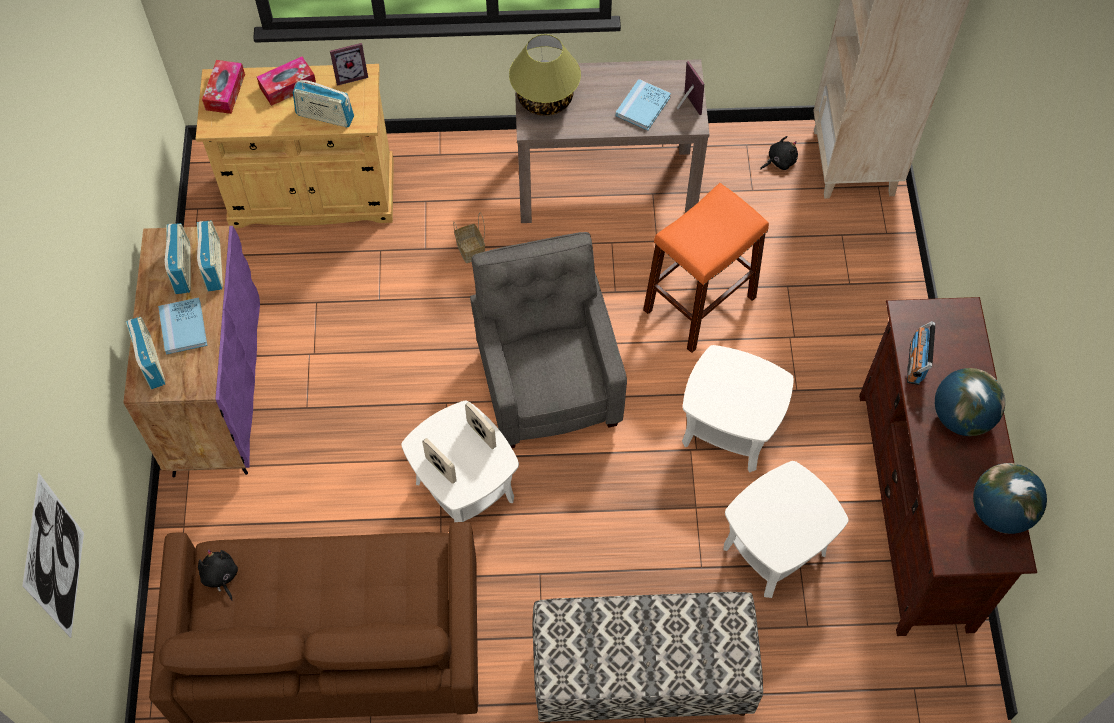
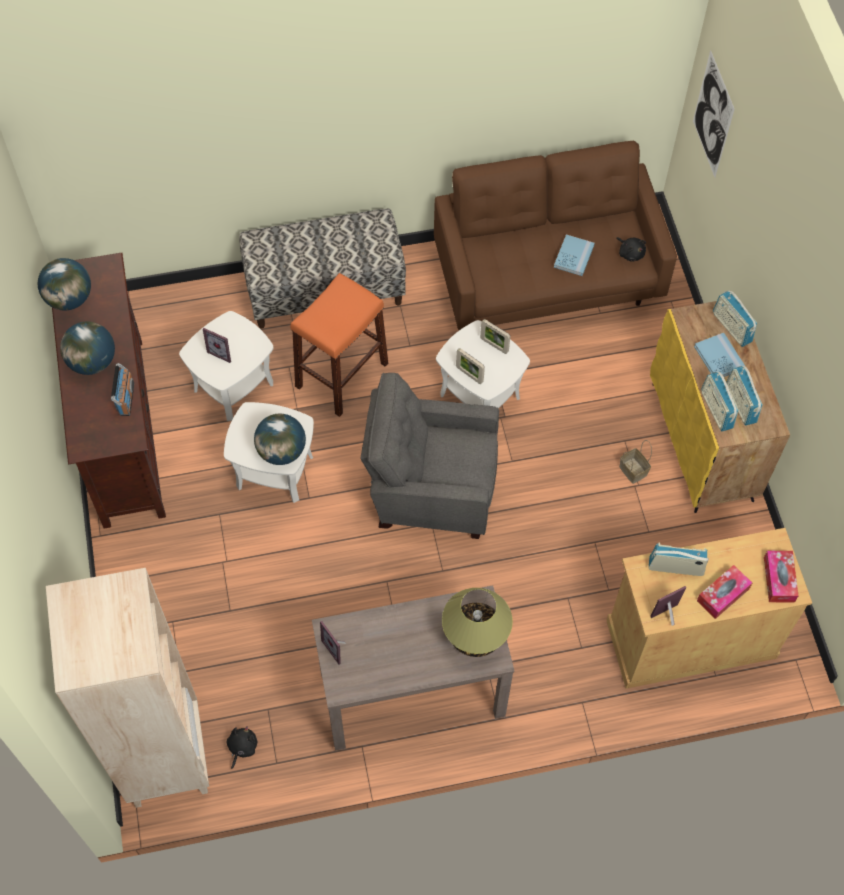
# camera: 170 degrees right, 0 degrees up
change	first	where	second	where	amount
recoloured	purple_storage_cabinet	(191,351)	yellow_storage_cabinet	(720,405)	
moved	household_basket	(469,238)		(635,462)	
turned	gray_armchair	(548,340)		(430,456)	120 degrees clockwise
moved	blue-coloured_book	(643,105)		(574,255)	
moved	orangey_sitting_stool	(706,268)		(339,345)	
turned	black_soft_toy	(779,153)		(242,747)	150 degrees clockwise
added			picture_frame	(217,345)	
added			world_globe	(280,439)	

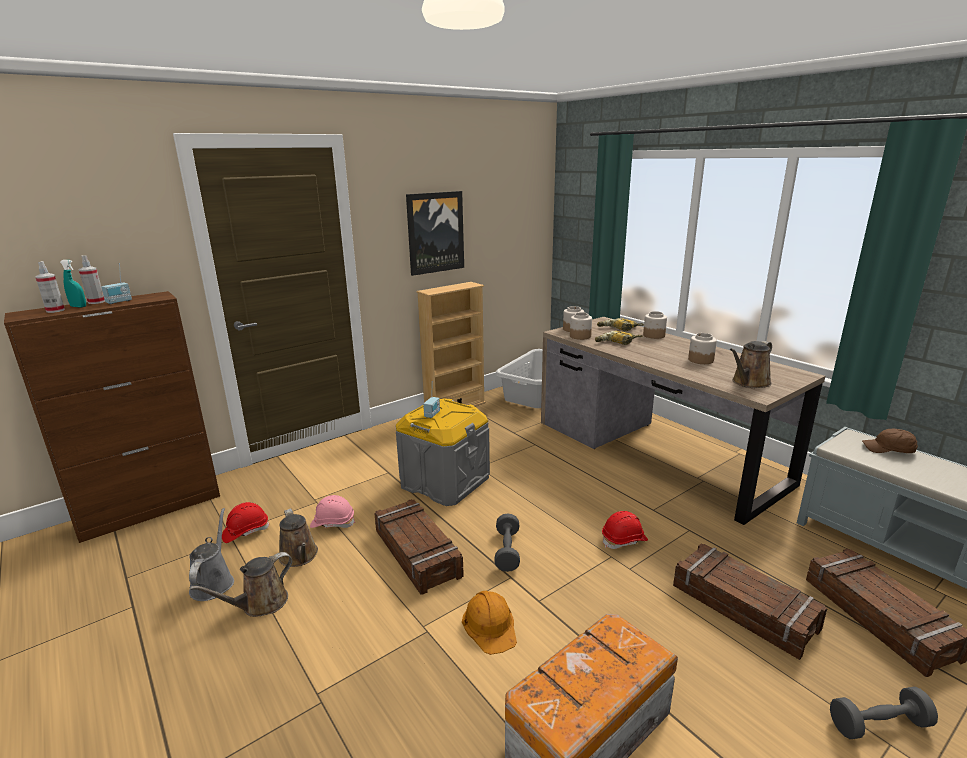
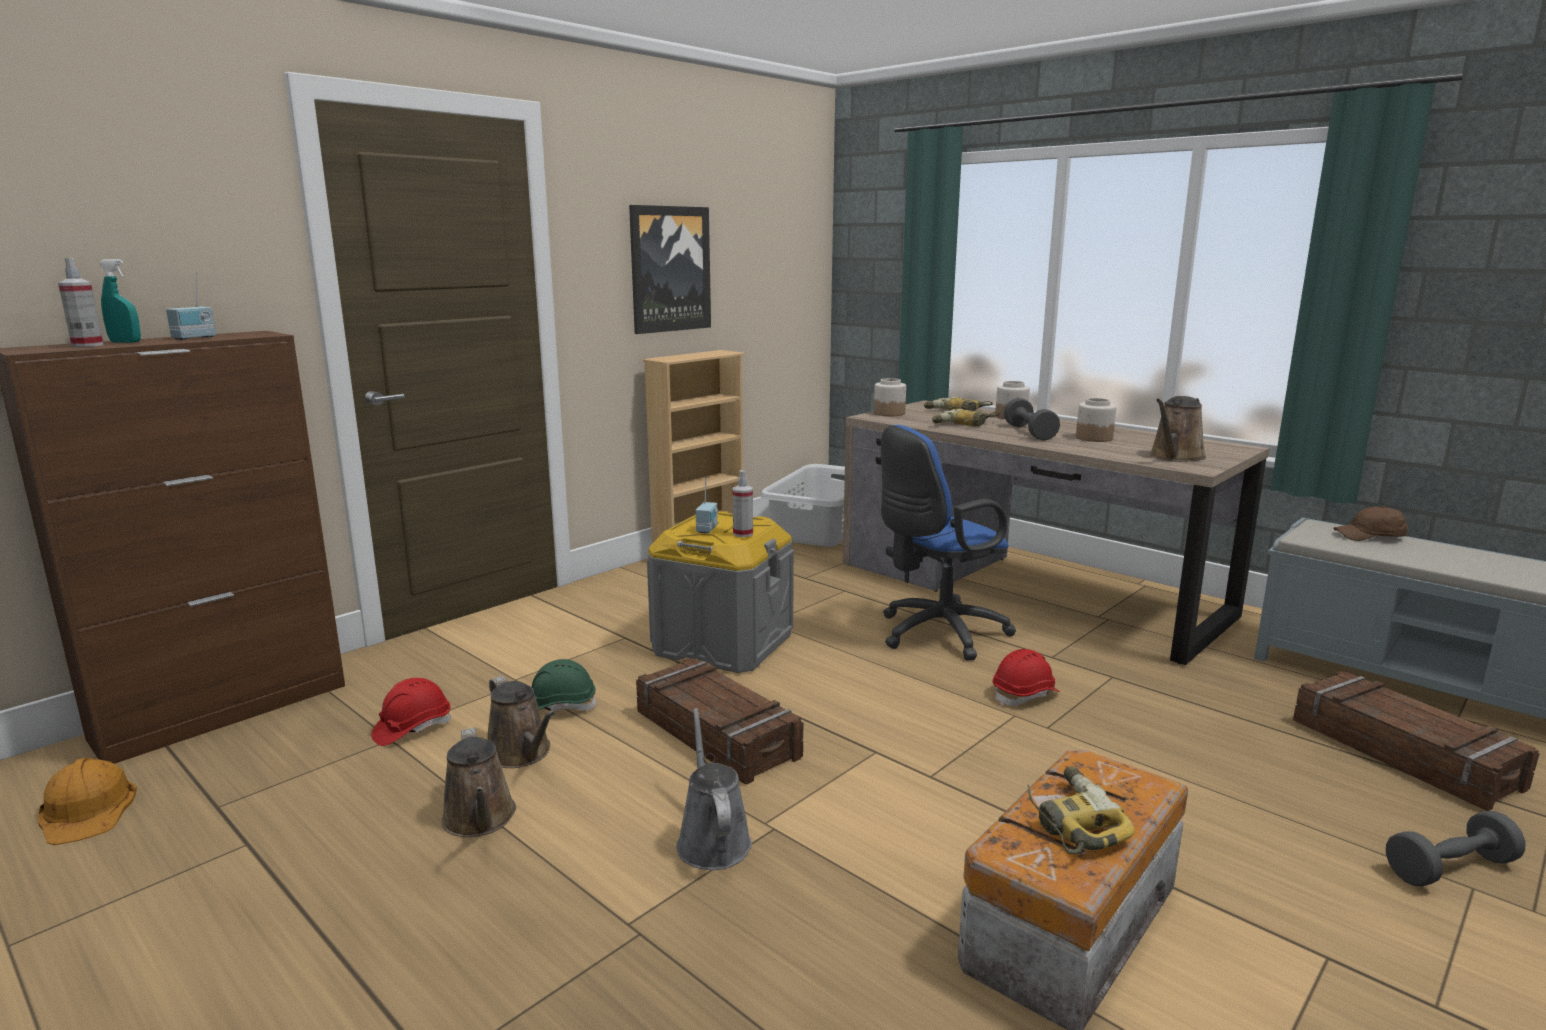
# camera: 10 degrees left, 5 degrees down
change	first	where	second	where	amount
moved	spray_bottle	(92,279)		(743,503)	
moved	gray_watering_can	(211,554)		(714,789)	
turned	brown-coloured_watering_can	(241,584)		(478,782)	60 degrees counterclockwise
recoloured	pink_hard_hat	(333,511)	green_hard_hat	(565,685)	
moved	orangey_hard_hat	(489,622)		(87,801)	
moved	gray_free_weight	(507,542)		(1032,419)	
removed	preserve_jar	(581,326)			
removed	packing_crate	(750,602)			
added			blue-coloured_office_chair	(948,543)	
added			drill	(1081,810)	

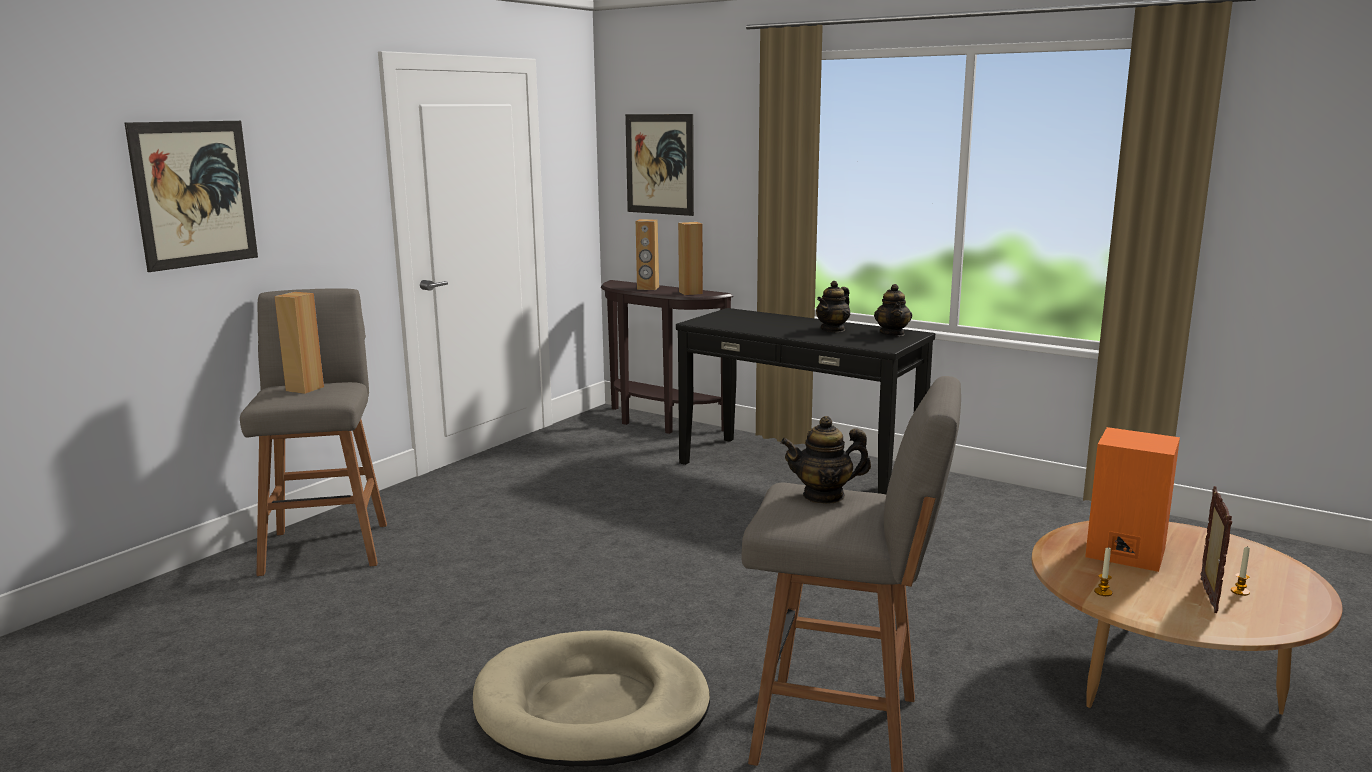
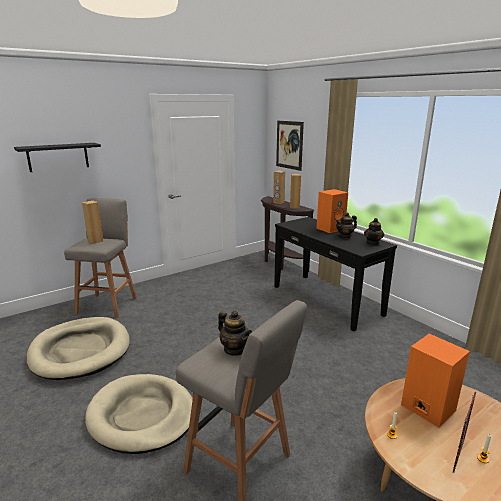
# camera: 20 degrees right, 5 degrees up
change	first	where	second	where	amount
replaced	picture	(191,196)	black_wall_shelf	(57,157)	
turned	tea_pot	(825,460)		(235,333)	150 degrees counterclockwise
added			beige-coloured_dog_cushion	(78,348)	
added			orangey_speaker	(332,211)	

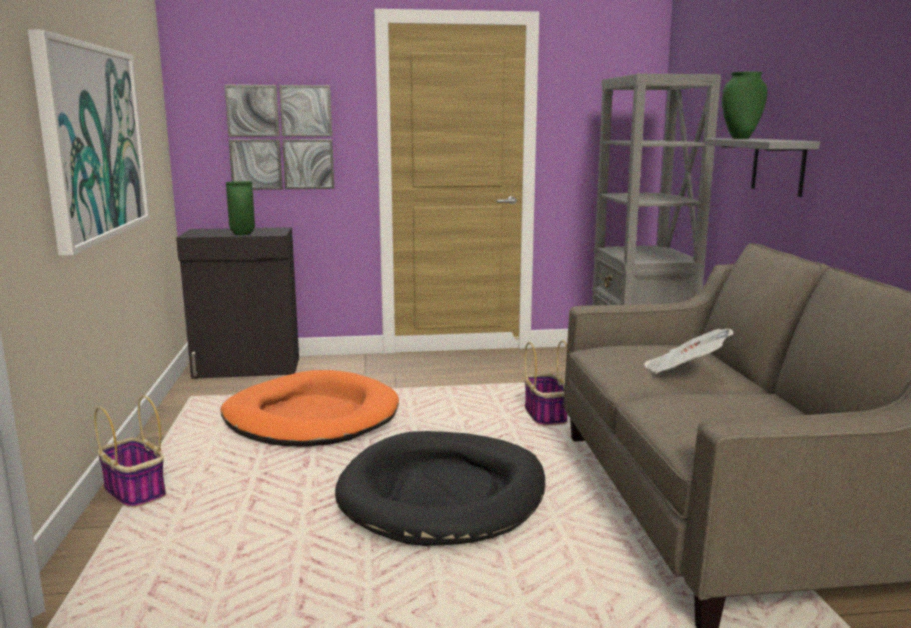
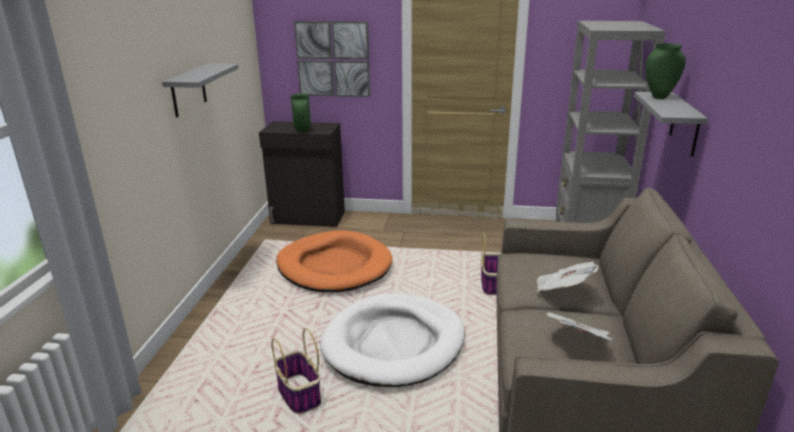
# camera: 15 degrees right, 10 degrees up
change	first	where	second	where	amount
replaced	picture	(89,142)	gray_wall_shelf	(200,90)	
moved	household_basket	(130,452)		(296,371)	
recoloured	black_dog_cushion	(440,488)	white-coloured_dog_cushion	(392,340)	
added			daily_paper	(579,326)	

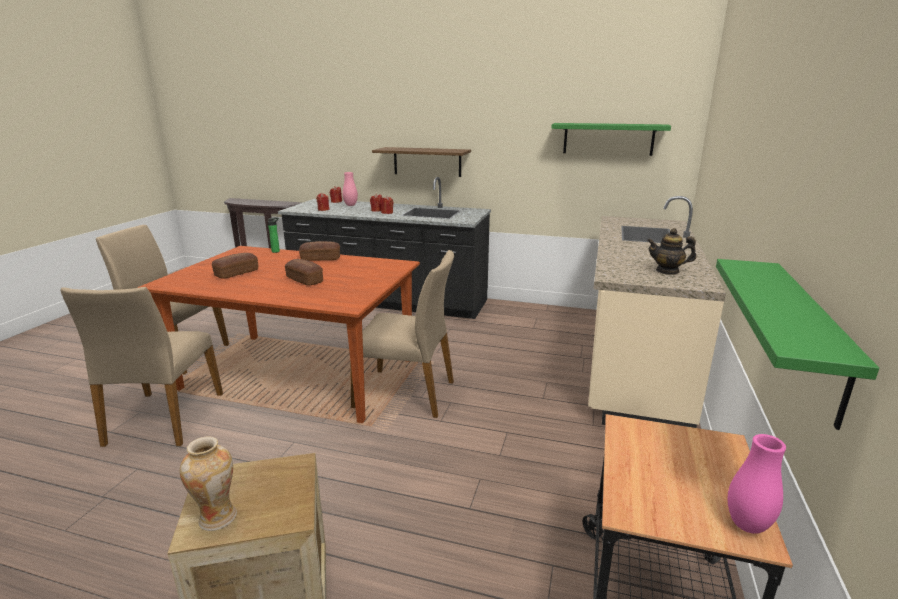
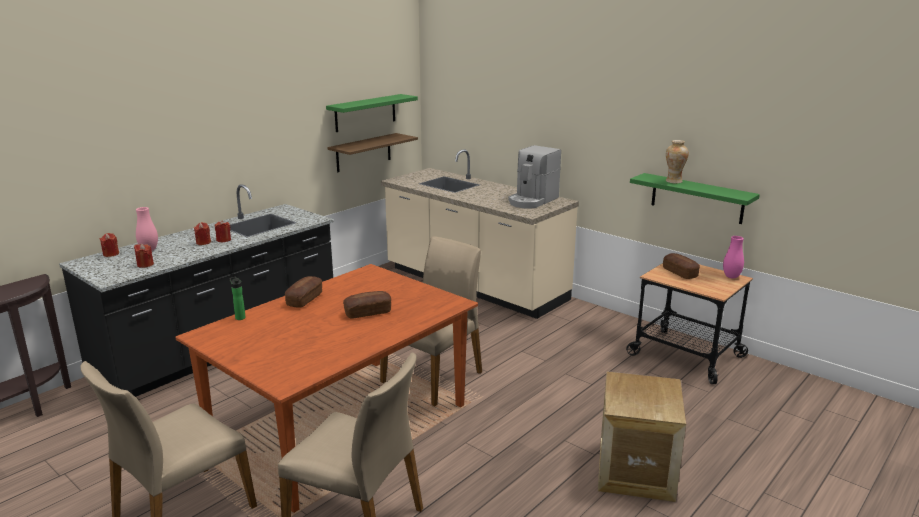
# camera: 65 degrees left, 0 degrees up
change	first	where	second	where	amount
moved	vase	(208,483)		(677,161)	
moved	bread	(235,266)		(681,266)	
moved	wall_shelf	(421,162)		(373,152)	
replaced	tea_pot	(671,251)	coffee_brewer	(535,176)	

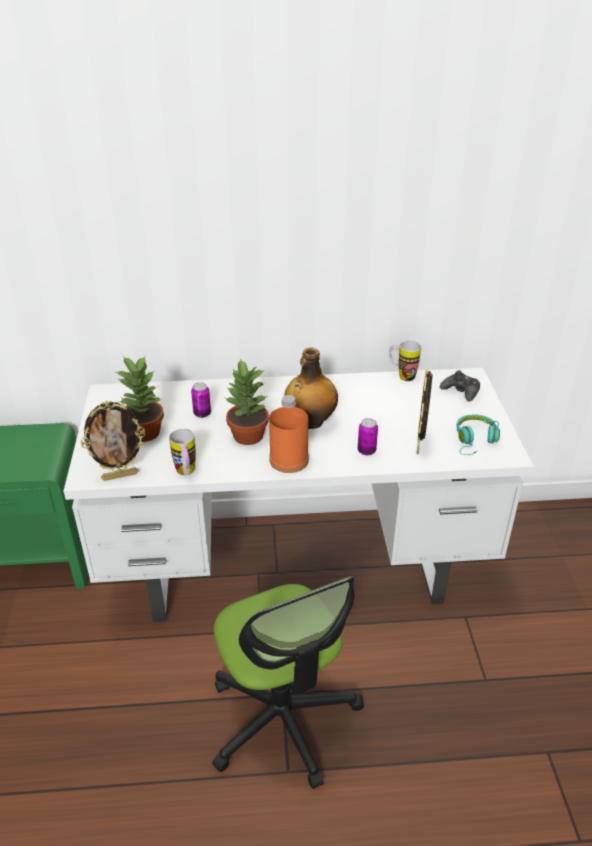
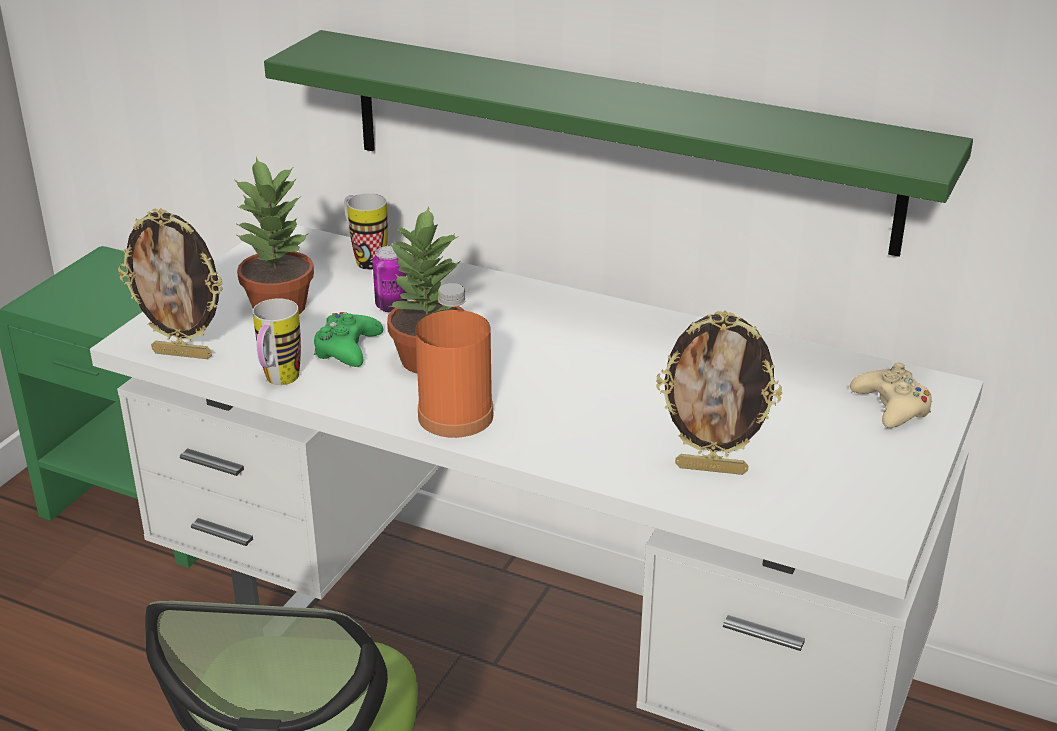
# camera: 30 degrees right, 5 degrees down
change	first	where	second	where	amount
removed	drink_bottle	(311,388)			
removed	can	(368,436)			
moved	mug	(405,361)		(366,231)	
turned	picture_frame	(425,411)		(719,392)	120 degrees counterclockwise
recoloured	black_gamepad	(460,386)	beige-coloured_gamepad	(891,395)	
removed	turquoise-coloured_pair_of_headphones	(478,435)			
added			green_wall_shelf	(618,143)	
added			green_gamepad	(348,339)	

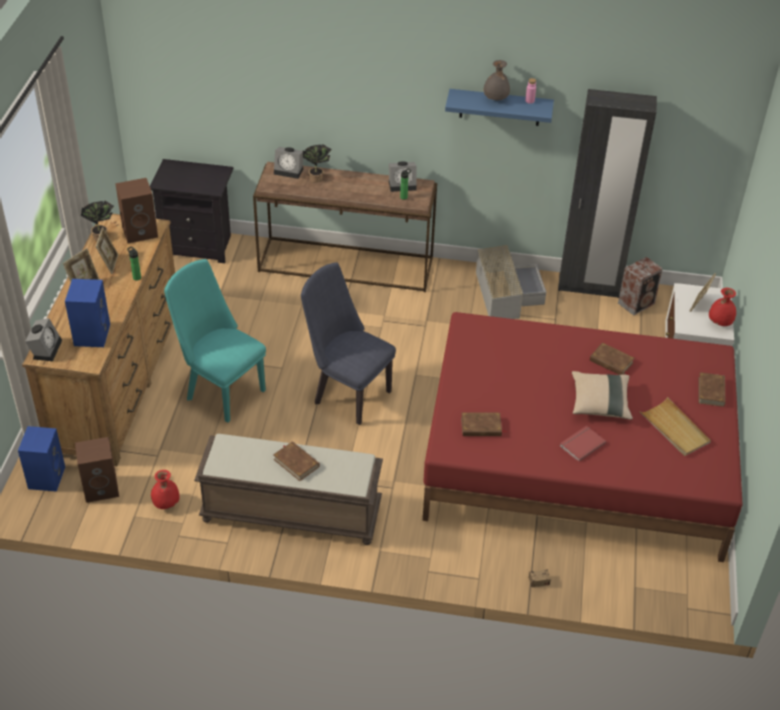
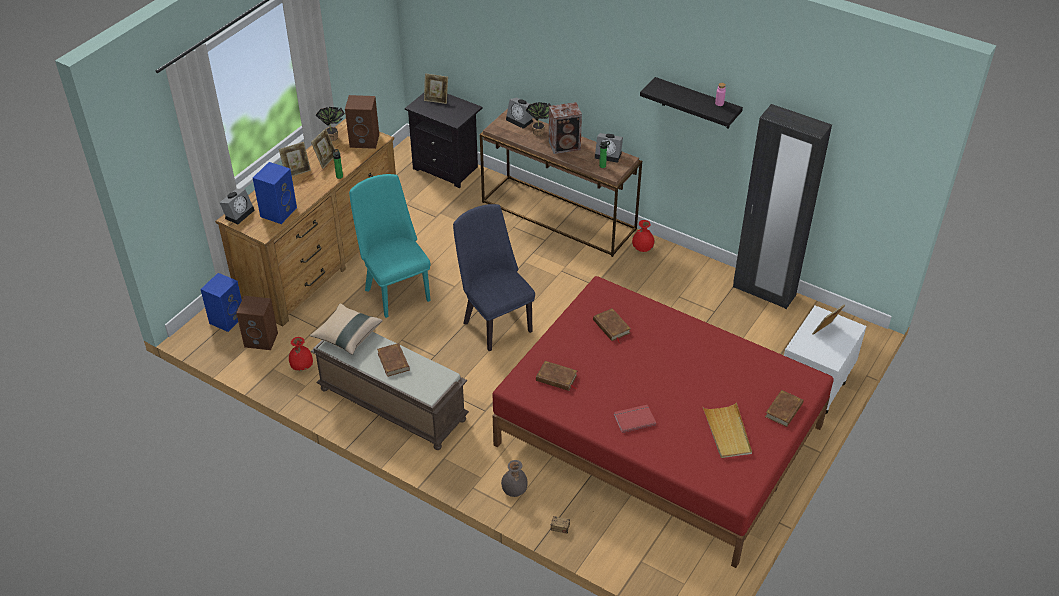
# camera: 25 degrees right, 0 degrees up
change	first	where	second	where	amount
recoloured	blue-coloured_wall_shelf	(499,107)	black_wall_shelf	(691,103)	
removed	gray_storage_container	(511,282)			
moved	gray_vase	(496,80)		(514,478)	
moved	beige-coloured_pillow	(602,395)		(346,329)	
moved	brown-coloured_book	(612,359)		(612,325)	
moved	speaker	(640,286)		(565,128)	
moved	red-coloured_vase	(722,307)		(643,236)	
added			picture_frame	(436,88)	

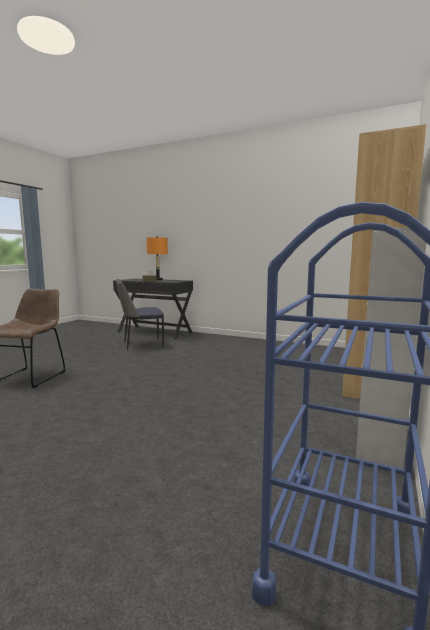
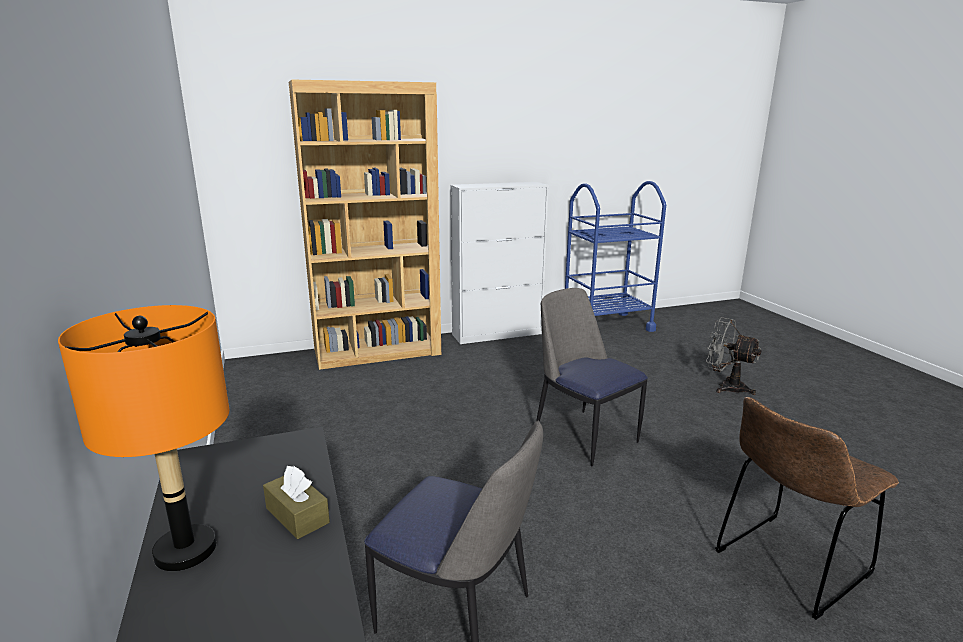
# camera: 135 degrees left, 10 degrees up
change	first	where	second	where	amount
added			plain_chair	(592,377)	
added			gray_cooling_fan	(734,356)	

